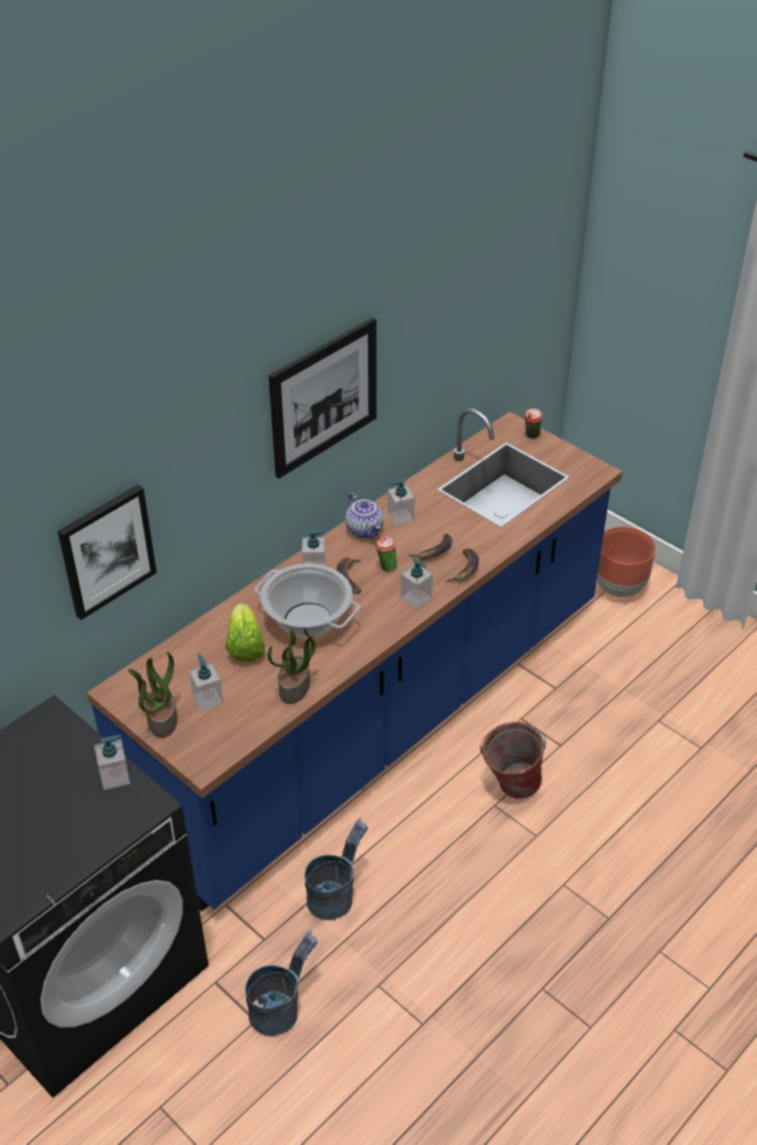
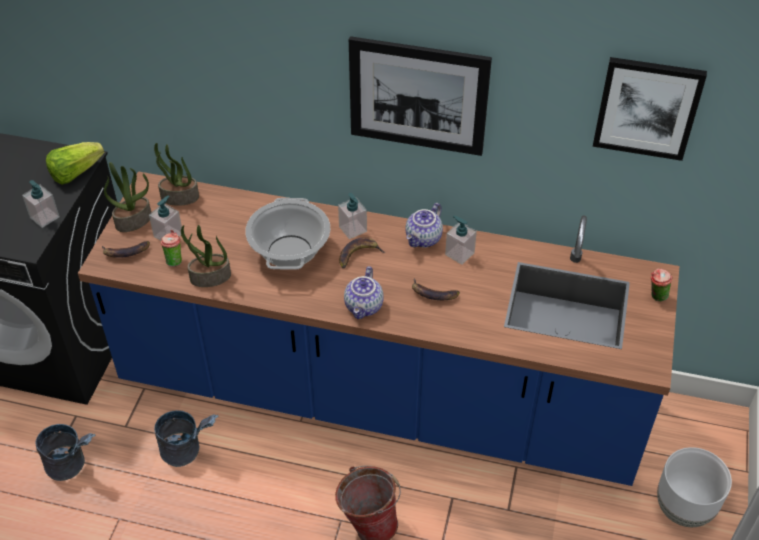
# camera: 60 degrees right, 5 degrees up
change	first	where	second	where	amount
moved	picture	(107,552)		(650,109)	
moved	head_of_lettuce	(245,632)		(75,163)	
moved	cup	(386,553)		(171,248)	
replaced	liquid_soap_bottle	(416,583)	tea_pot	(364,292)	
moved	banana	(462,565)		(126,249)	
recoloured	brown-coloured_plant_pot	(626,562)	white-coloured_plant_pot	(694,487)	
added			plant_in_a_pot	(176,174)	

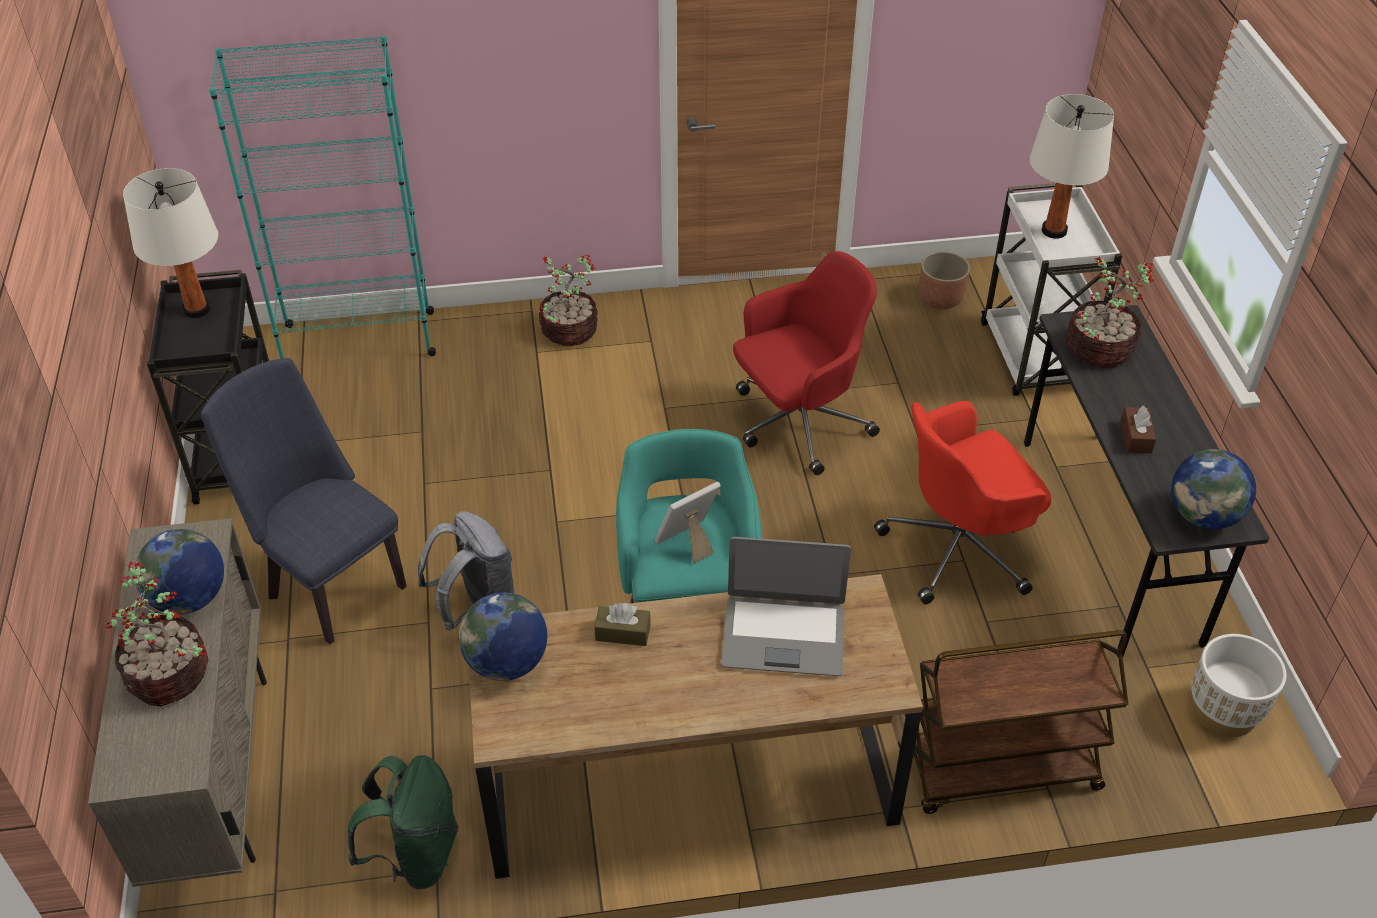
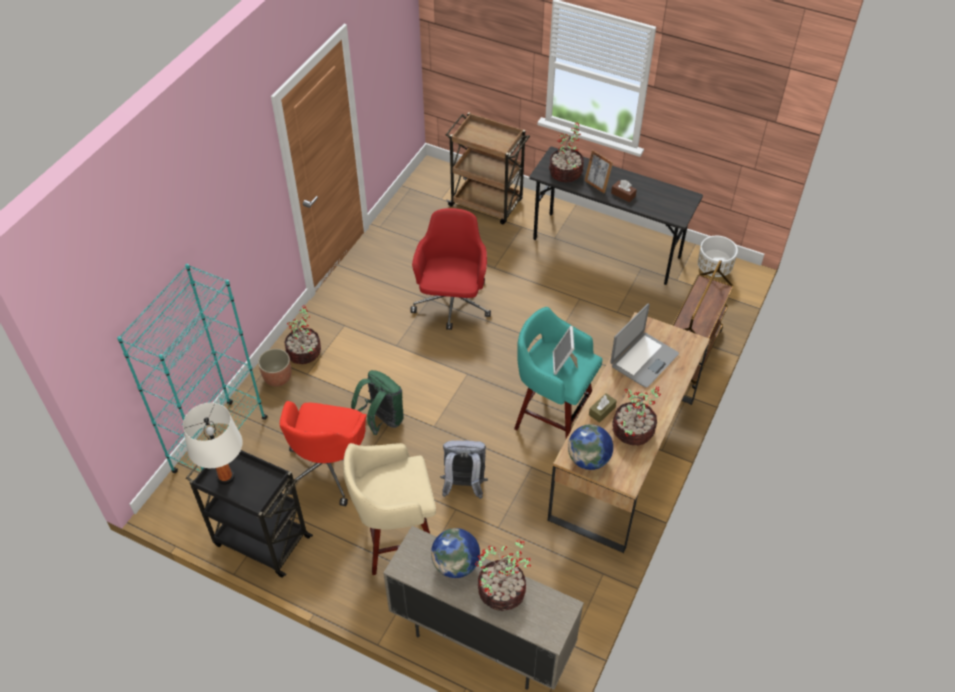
# camera: 55 degrees left, 5 degrees up
change	first	where	second	where	amount
replaced	blue-coloured_plain_chair	(304,501)	beige-coloured_sitting_stool	(389,509)	
moved	green_backpack	(403,822)		(377,402)	
moved	red-coloured_office_chair	(963,502)		(323,453)	
moved	plant_pot	(944,280)		(274,368)	
recoloured	white-coloured_trolley	(1051,289)	brown-coloured_trolley	(488,168)	
removed	white-coloured_tabletop_lamp	(1072,166)			
removed	world_globe	(1213,489)			
added			picture_frame	(598,171)	
added			plant_in_a_pot	(636,416)	

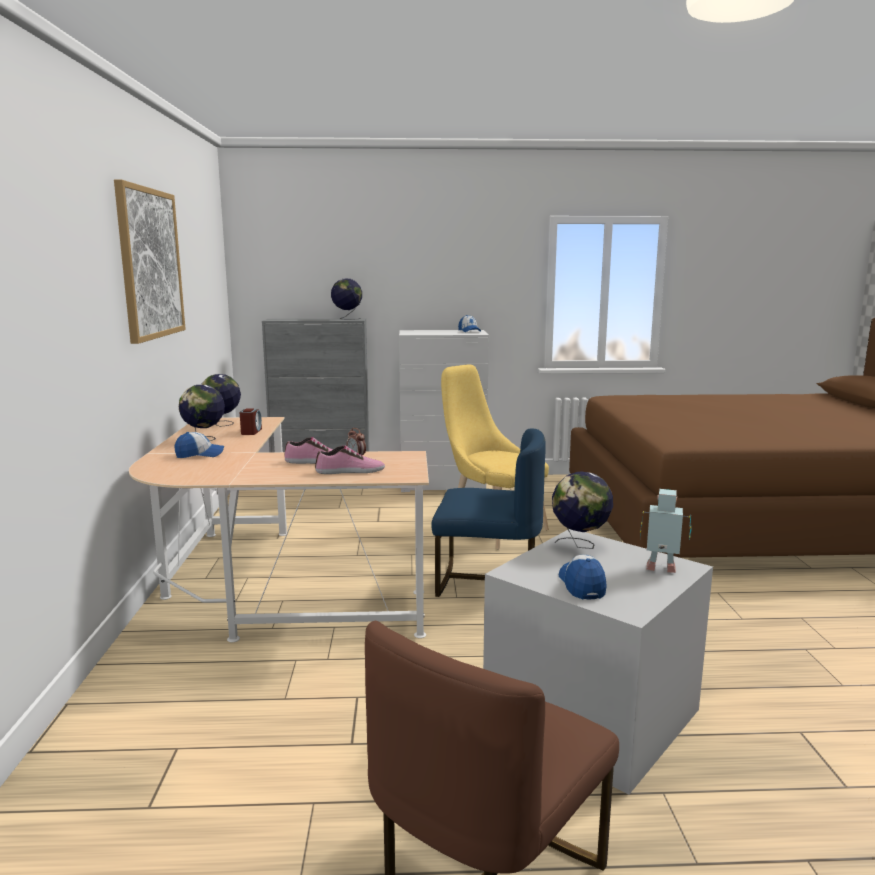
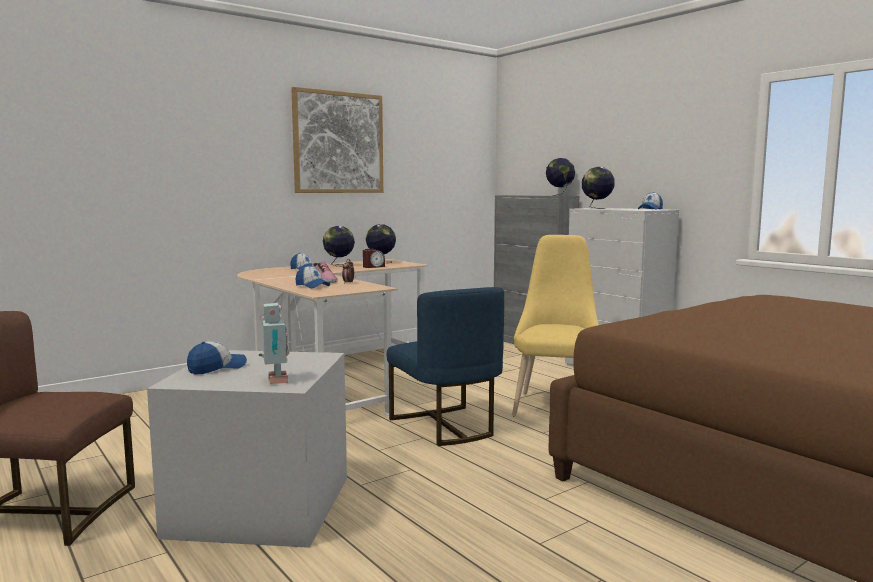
# camera: 55 degrees right, 5 degrees down
change	first	where	second	where	amount
replaced	shoe	(350,460)	baseball_cap	(313,277)	
moved	world_globe	(582,510)		(598,188)	

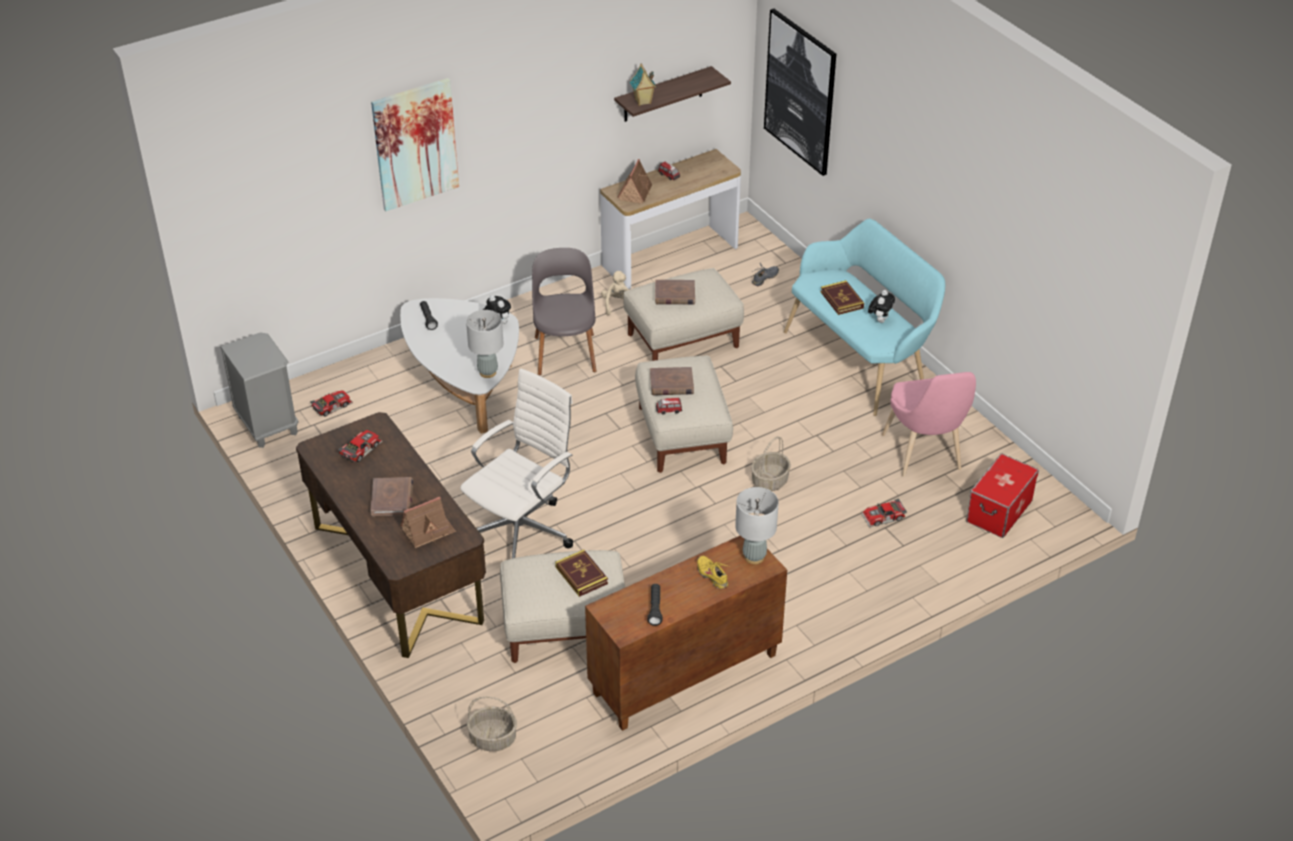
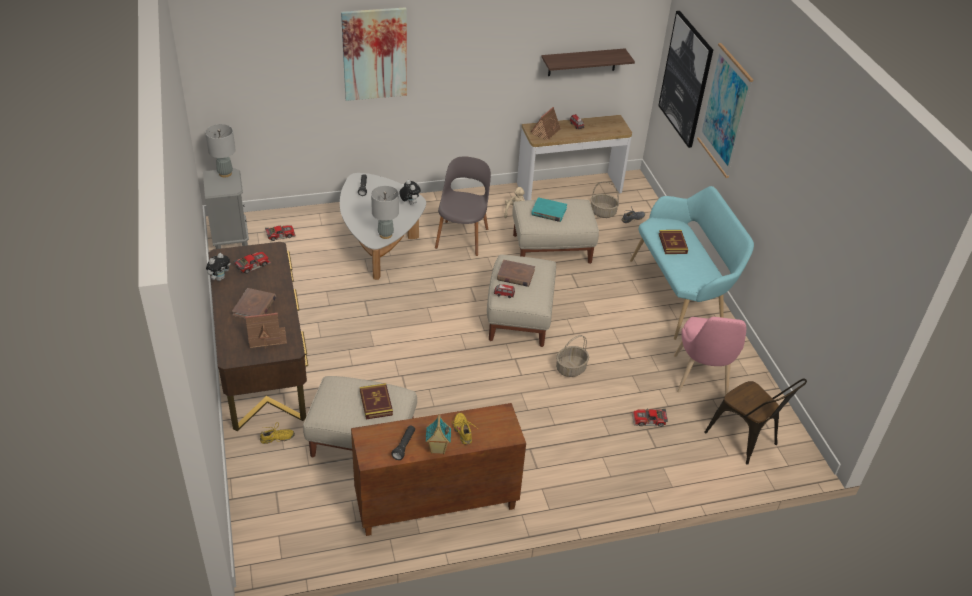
# camera: 15 degrees right, 0 degrees up
change	first	where	second	where	amount
removed	white-coloured_office_chair	(516,464)			
moved	household_basket	(492,724)		(605,199)	
moved	miniature_house	(643,85)		(438,434)	
recoloured	brown-coloured_book	(675,292)	turquoise-coloured_book	(549,209)	
moved	gray_tabletop_lamp	(757,525)		(220,151)	
moved	soft_toy	(881,306)		(218,267)	
replaced	storage_container	(1002,495)	brown-coloured_plain_chair	(755,422)	
added			yellow_shoe	(277,433)	
added			picture	(725,110)	

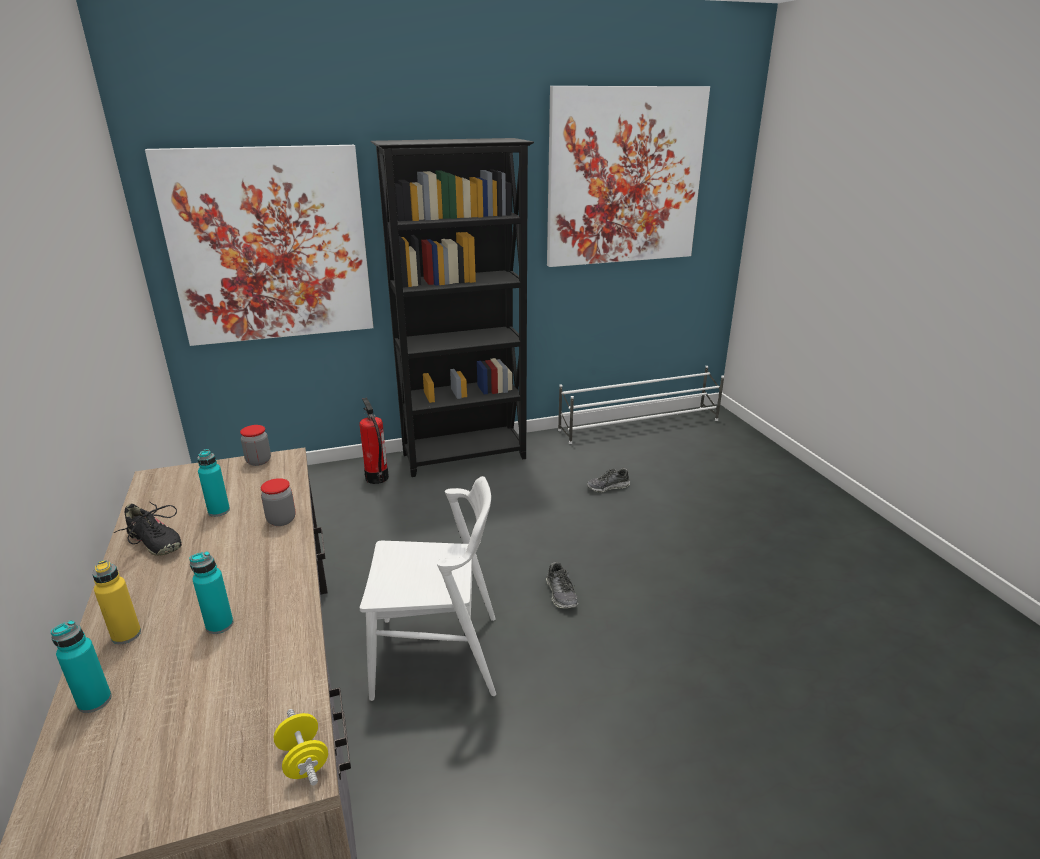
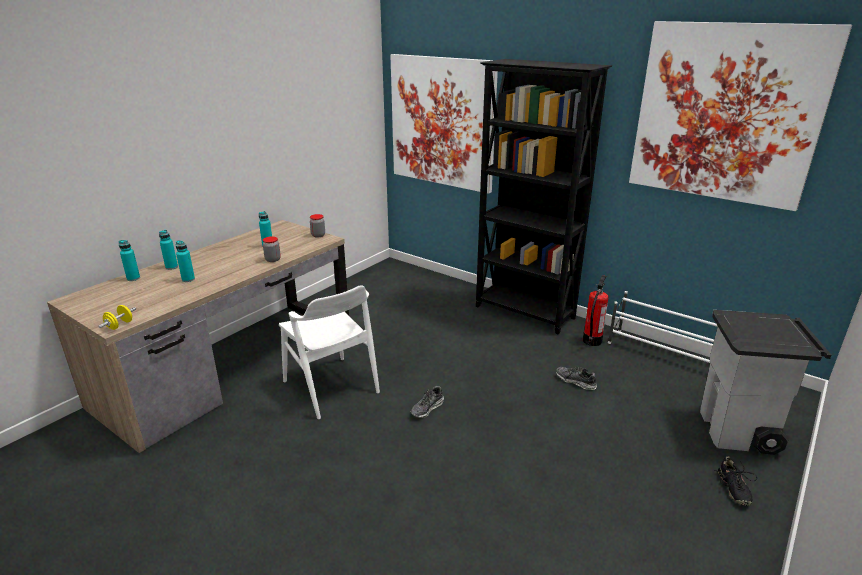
# camera: 55 degrees right, 0 degrees up
change	first	where	second	where	amount
recoloured	yellow_drink_bottle	(116,602)	turquoise-coloured_drink_bottle	(168,250)	
moved	black_shoe	(147,529)		(735,481)	
moved	fire_extinguisher	(374,441)		(596,310)	
added			gray_waste_bin	(765,382)	

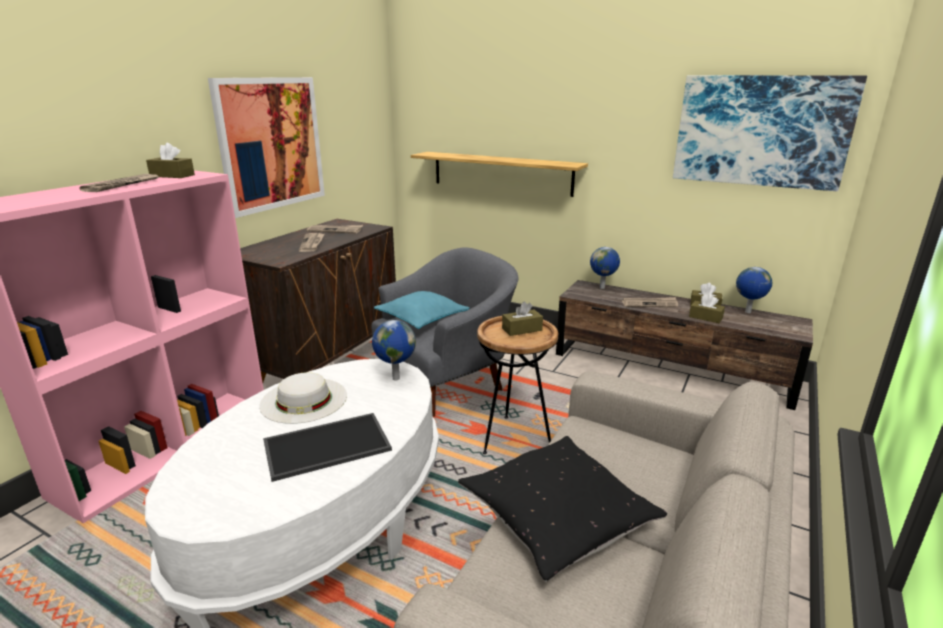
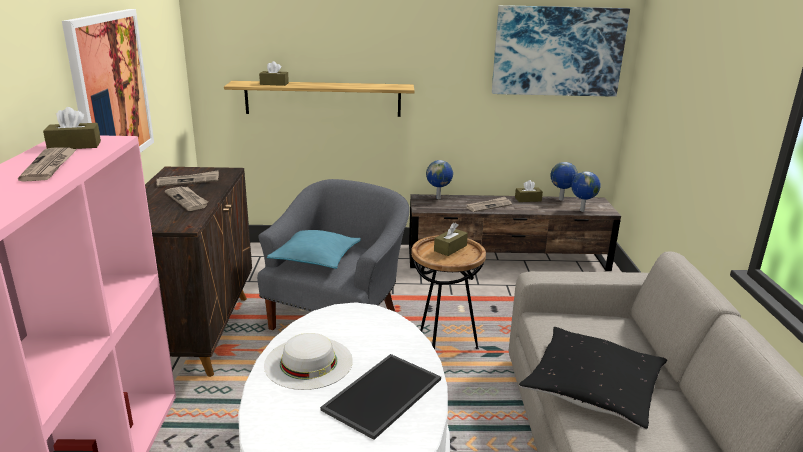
# camera: 30 degrees left, 0 degrees up
change	first	where	second	where	amount
moved	world_globe	(394,350)		(586,191)	
moved	brown-coloured_tissue_box	(707,308)		(274,73)	

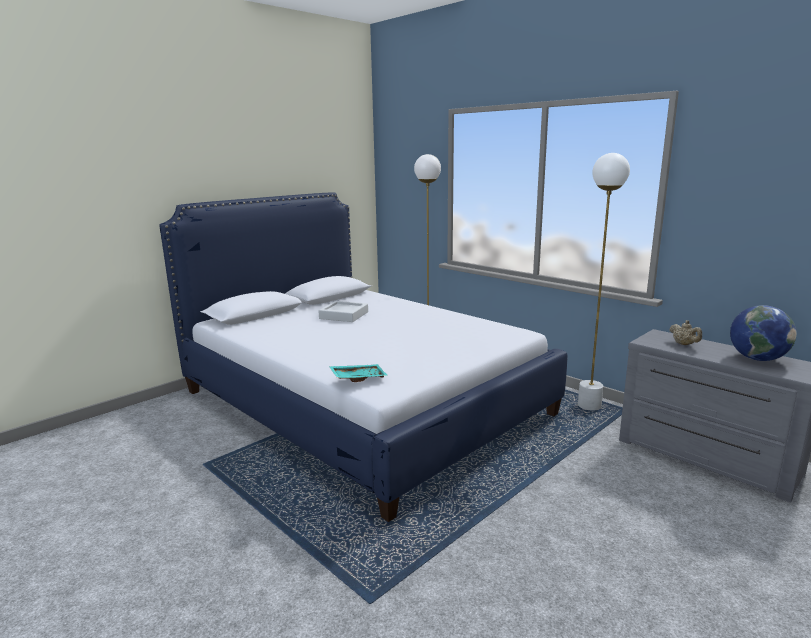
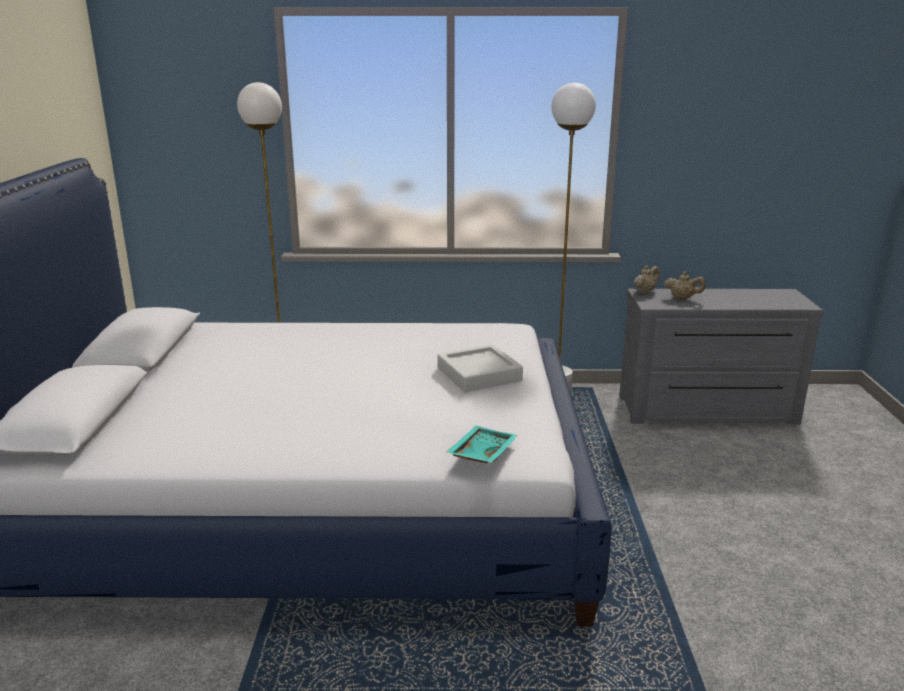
# camera: 45 degrees left, 5 degrees up
change	first	where	second	where	amount
moved	gray_carrying_tray	(343,311)		(480,368)	
removed	world_globe	(763,333)			
added			beige-coloured_tea_pot	(646,280)	

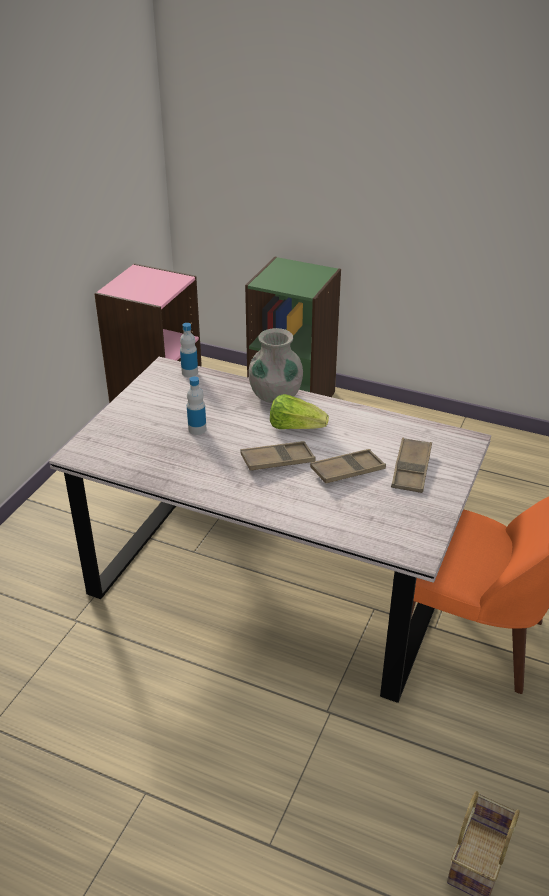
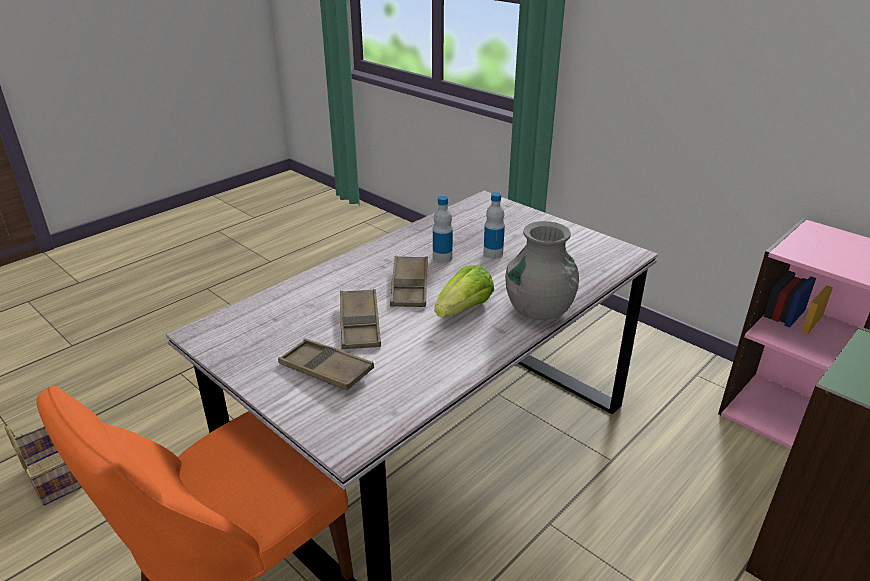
# camera: 110 degrees right, 5 degrees down
change	first	where	second	where	amount
moved	drink_bottle	(189,350)		(443,229)	

